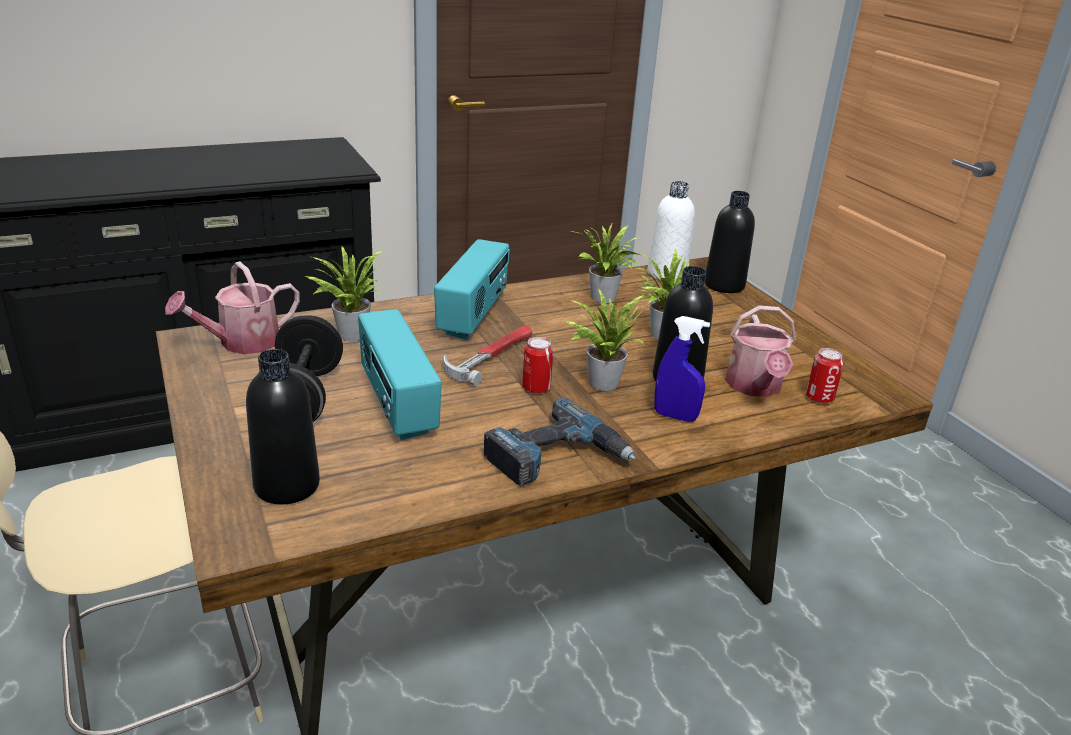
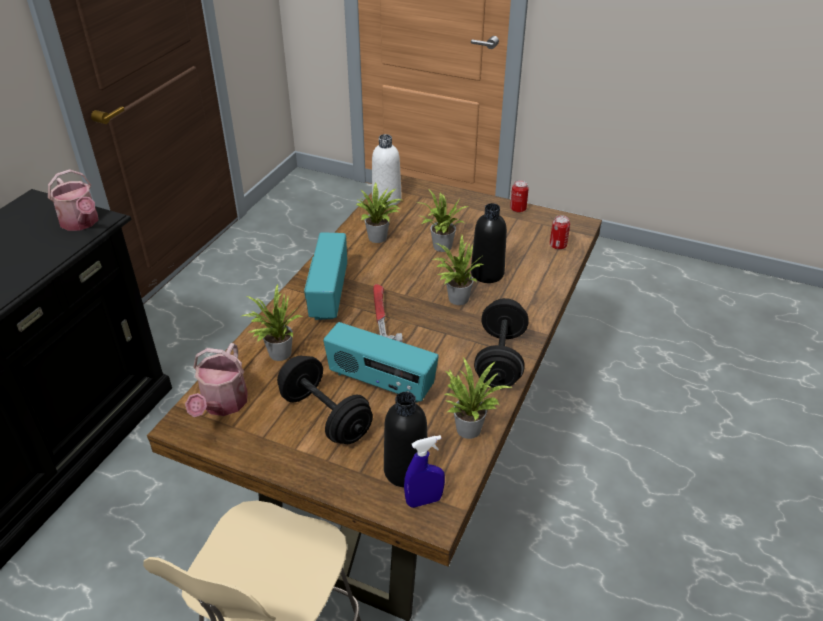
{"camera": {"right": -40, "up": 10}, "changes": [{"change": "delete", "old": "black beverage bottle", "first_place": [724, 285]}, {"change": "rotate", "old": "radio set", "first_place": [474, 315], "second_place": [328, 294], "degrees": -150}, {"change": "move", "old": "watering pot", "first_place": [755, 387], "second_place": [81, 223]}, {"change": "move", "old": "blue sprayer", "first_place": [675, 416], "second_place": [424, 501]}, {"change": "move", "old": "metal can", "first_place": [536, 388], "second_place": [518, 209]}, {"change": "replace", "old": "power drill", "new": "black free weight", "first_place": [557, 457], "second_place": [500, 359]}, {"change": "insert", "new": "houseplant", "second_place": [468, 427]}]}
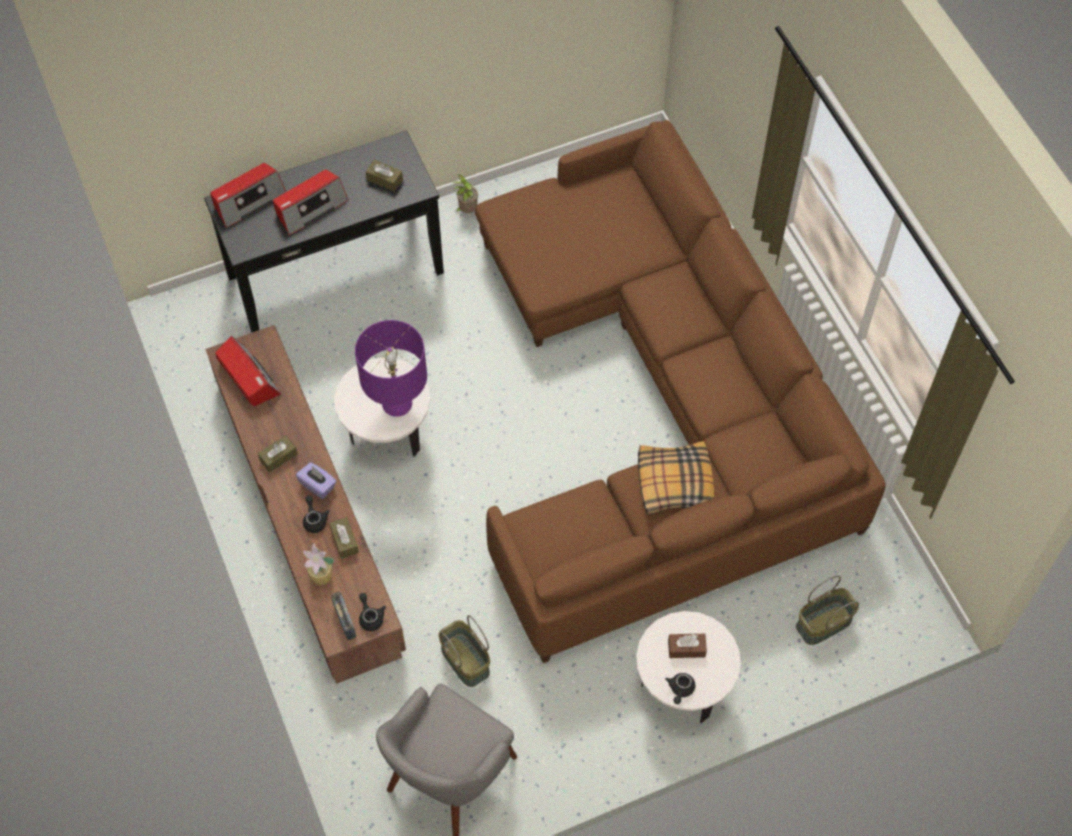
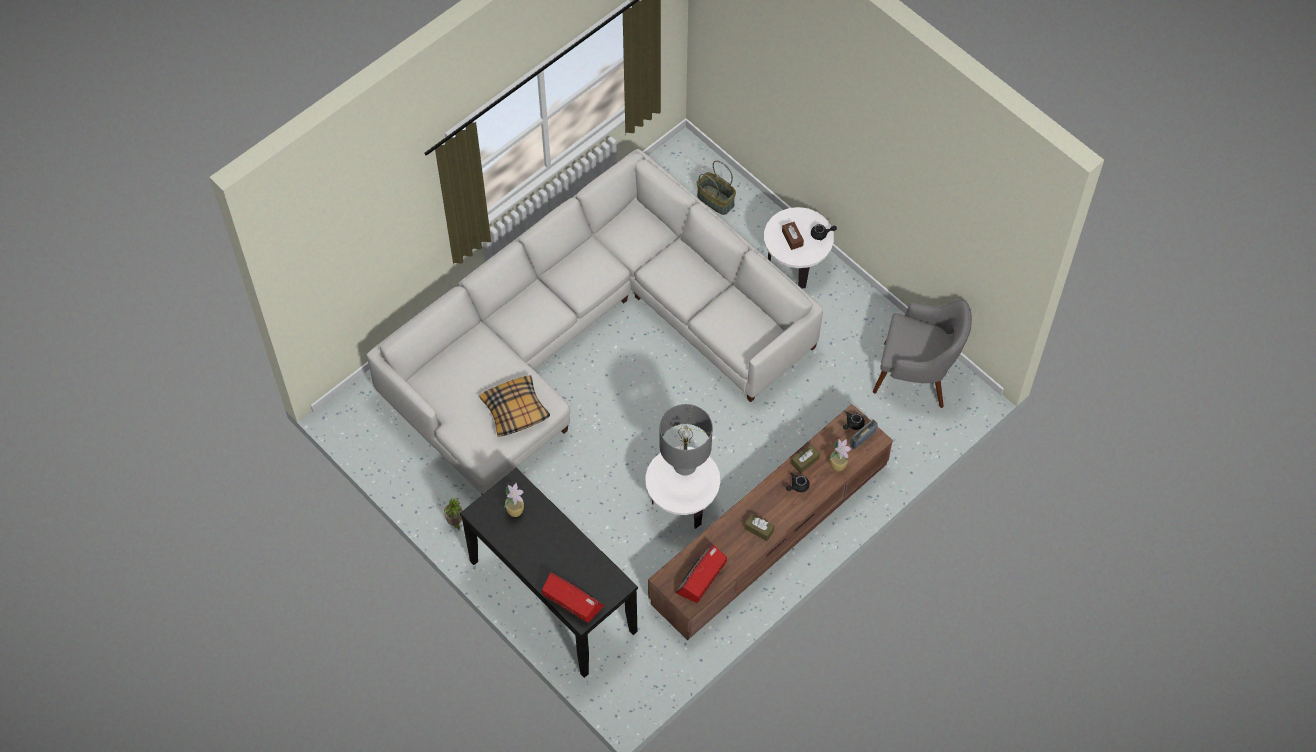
{"camera": {"right": -110, "up": 0}, "changes": [{"change": "recolor", "old": "brown sofa", "new": "white sofa", "first_place": [658, 407], "second_place": [588, 337]}, {"change": "replace", "old": "brown tissue holder", "new": "houseplant", "first_place": [384, 180], "second_place": [515, 510]}, {"change": "delete", "old": "radio set", "first_place": [310, 207]}, {"change": "recolor", "old": "purple-coloured tabletop lamp", "new": "gray tabletop lamp", "first_place": [397, 405], "second_place": [685, 466]}, {"change": "move", "old": "cushion", "first_place": [674, 483], "second_place": [515, 410]}, {"change": "delete", "old": "purple-coloured tissue holder", "first_place": [318, 485]}, {"change": "delete", "old": "basket", "first_place": [464, 660]}]}
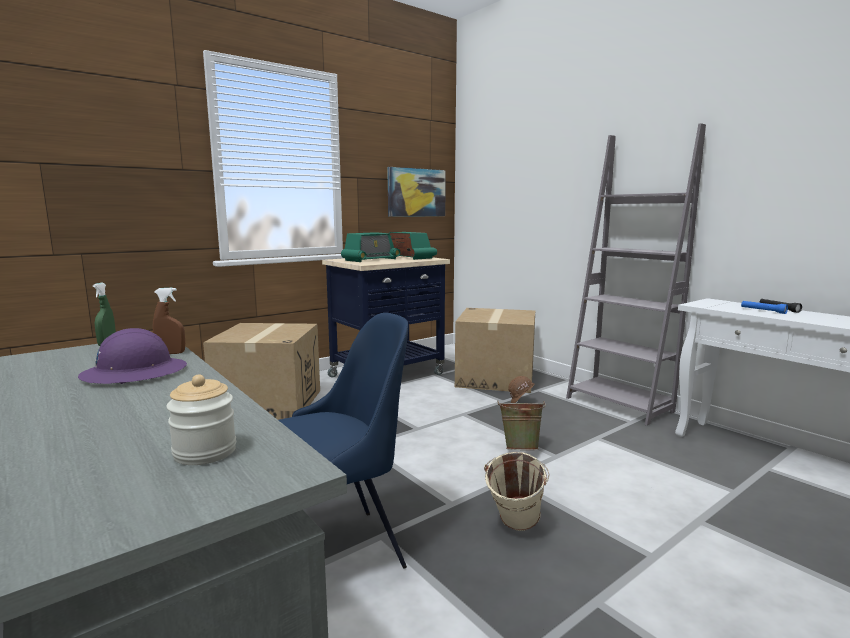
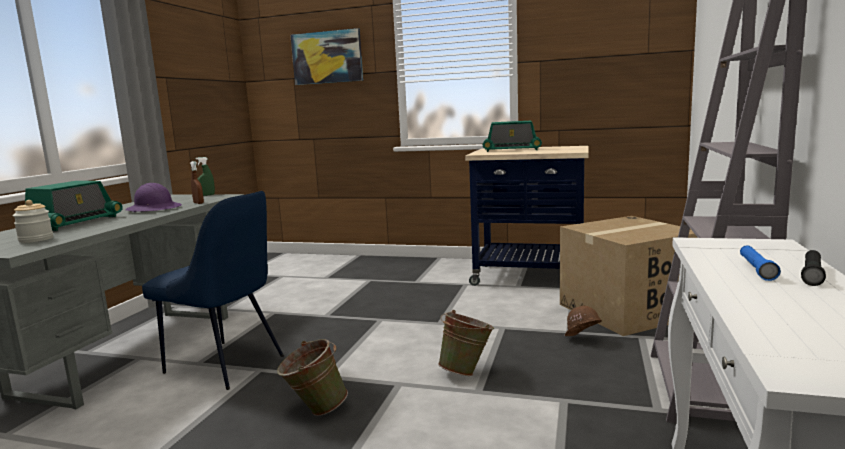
{"camera": {"right": 55, "up": 0}, "changes": [{"change": "move", "old": "wall art", "first_place": [416, 192], "second_place": [327, 57]}, {"change": "move", "old": "radio set", "first_place": [410, 257], "second_place": [74, 223]}, {"change": "delete", "old": "carton", "first_place": [269, 404]}, {"change": "recolor", "old": "beige-coloured pail", "new": "green pail", "first_place": [514, 528], "second_place": [314, 410]}]}
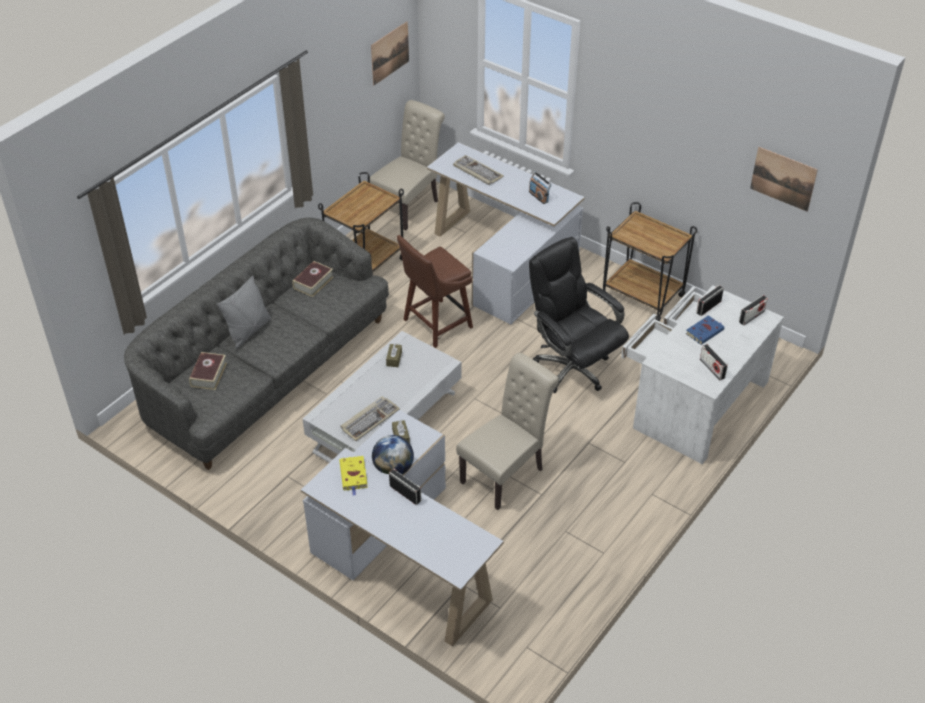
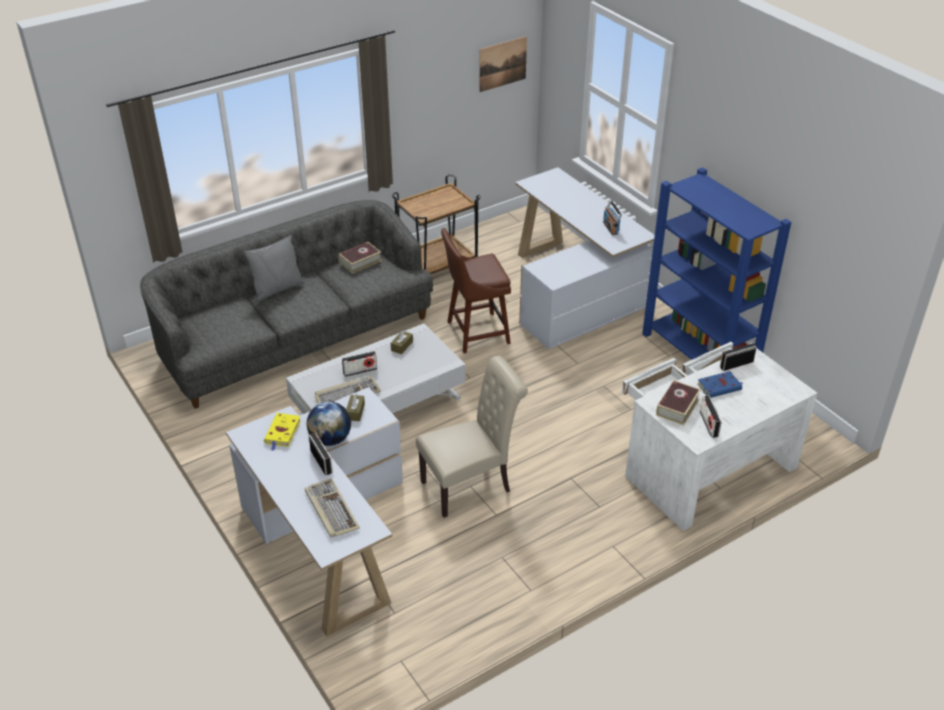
{"camera": {"right": 20, "up": -5}, "changes": [{"change": "delete", "old": "beige-coloured chair", "first_place": [409, 206]}, {"change": "delete", "old": "wall art", "first_place": [783, 178]}, {"change": "move", "old": "keyboard", "first_place": [477, 172], "second_place": [330, 510]}, {"change": "replace", "old": "brown trolley", "new": "blue bookshelf", "first_place": [642, 296], "second_place": [699, 354]}, {"change": "delete", "old": "black desk chair", "first_place": [573, 370]}, {"change": "move", "old": "radio set", "first_place": [751, 317], "second_place": [360, 371]}, {"change": "move", "old": "bound book", "first_place": [208, 375], "second_place": [677, 407]}]}
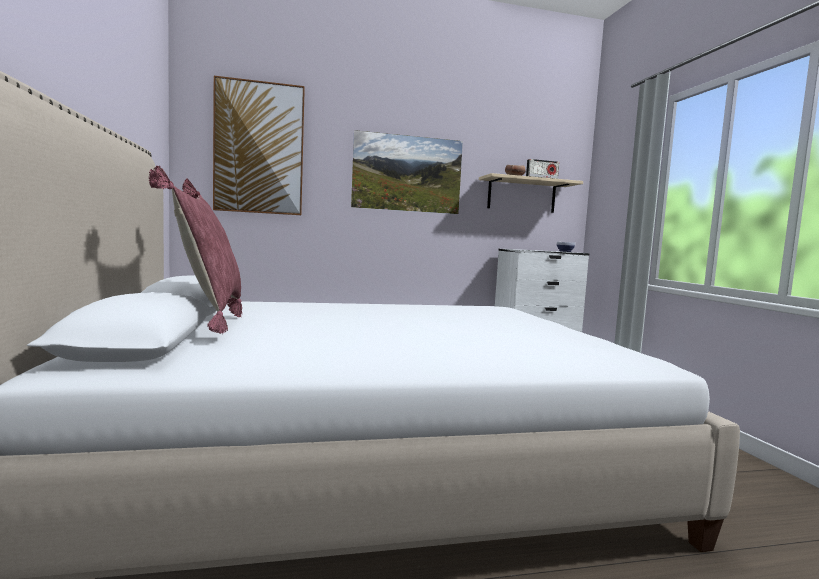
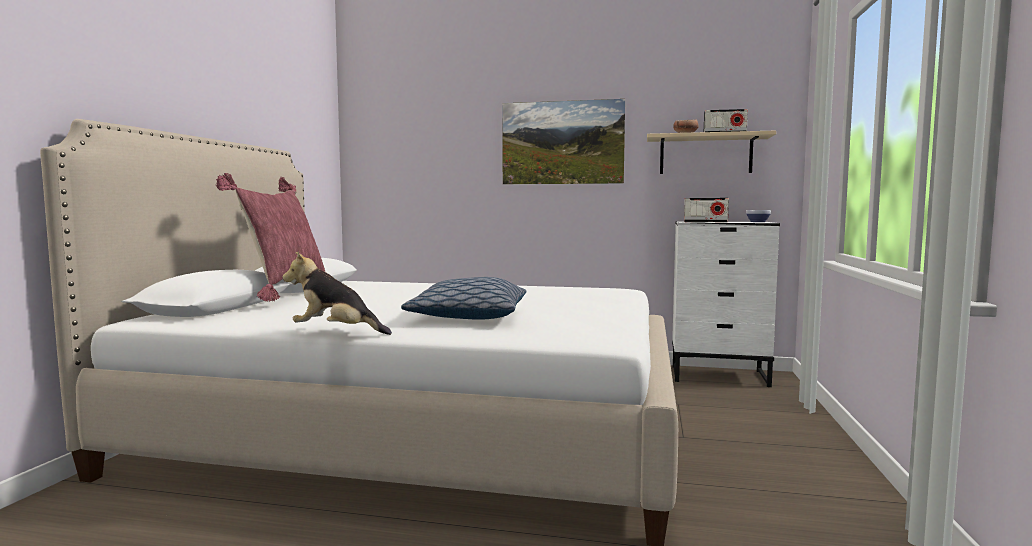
{"camera": {"right": 25, "up": 0}, "changes": [{"change": "delete", "old": "wall art", "first_place": [259, 148]}, {"change": "insert", "new": "radio set", "second_place": [705, 222]}, {"change": "insert", "new": "cuddly toy", "second_place": [336, 332]}, {"change": "insert", "new": "cushion", "second_place": [468, 316]}]}
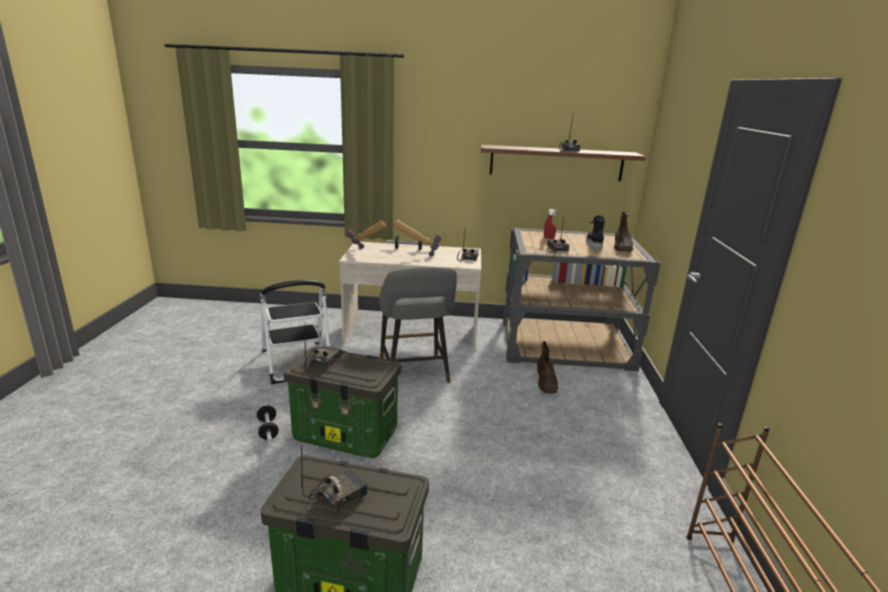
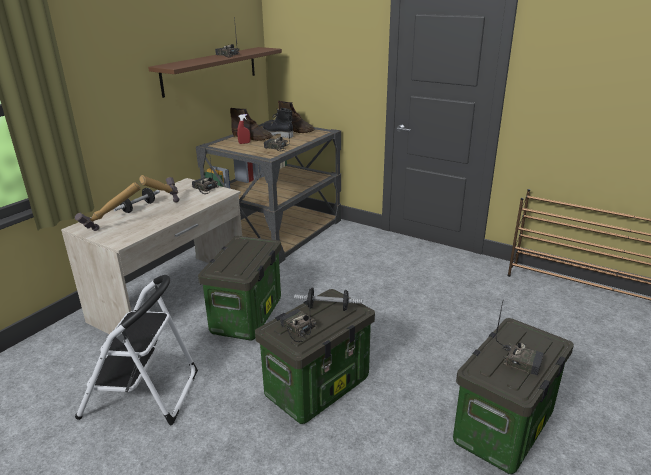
{"camera": {"right": -60, "up": 5}, "changes": [{"change": "replace", "old": "gray sitting stool", "new": "storage container", "first_place": [414, 373], "second_place": [247, 317]}, {"change": "move", "old": "brown high-top boot", "first_place": [546, 382], "second_place": [252, 137]}, {"change": "move", "old": "free weight", "first_place": [268, 430], "second_place": [328, 307]}, {"change": "rotate", "old": "radio set", "first_place": [338, 495], "second_place": [521, 361], "degrees": 135}]}
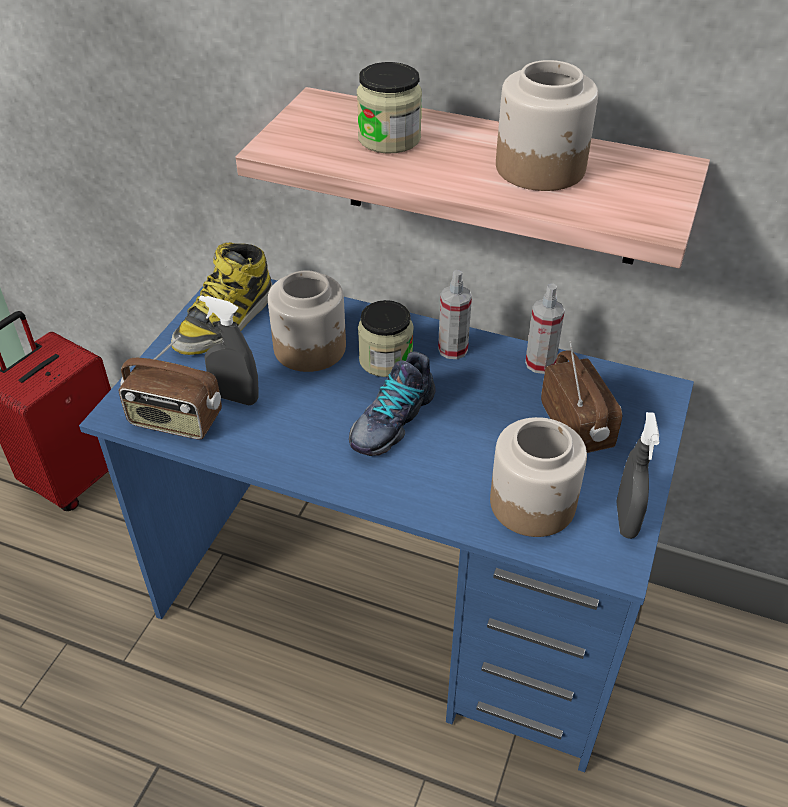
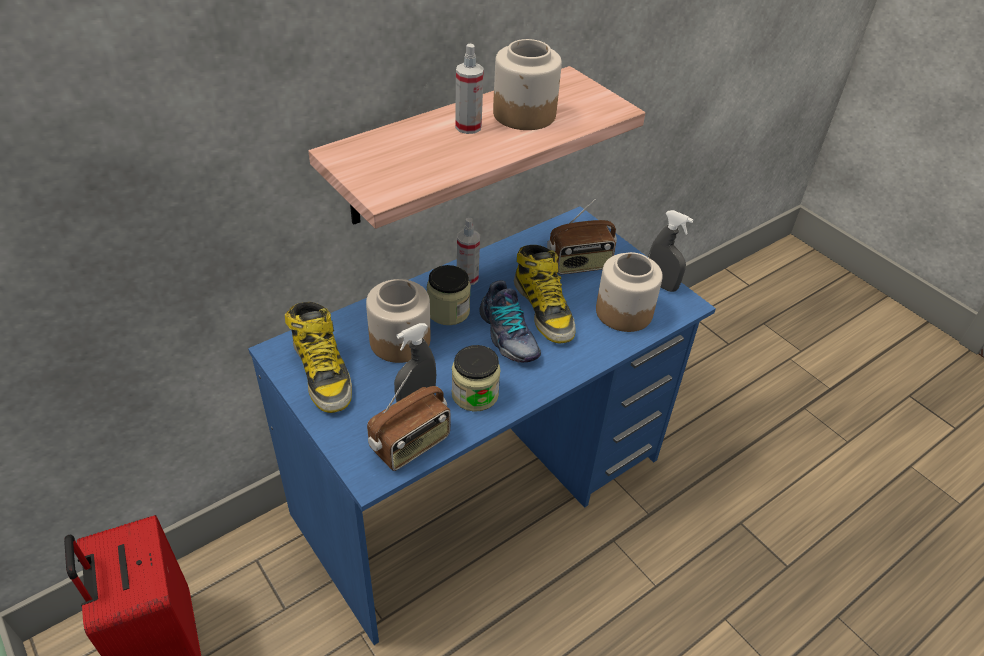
{"camera": {"right": -60, "up": 0}, "changes": [{"change": "move", "old": "storage jar", "first_place": [389, 139], "second_place": [475, 394]}, {"change": "move", "old": "sprayer", "first_place": [540, 363], "second_place": [468, 127]}, {"change": "rotate", "old": "radio set", "first_place": [577, 427], "second_place": [579, 265], "degrees": 150}, {"change": "insert", "new": "high-top boot", "second_place": [544, 309]}]}
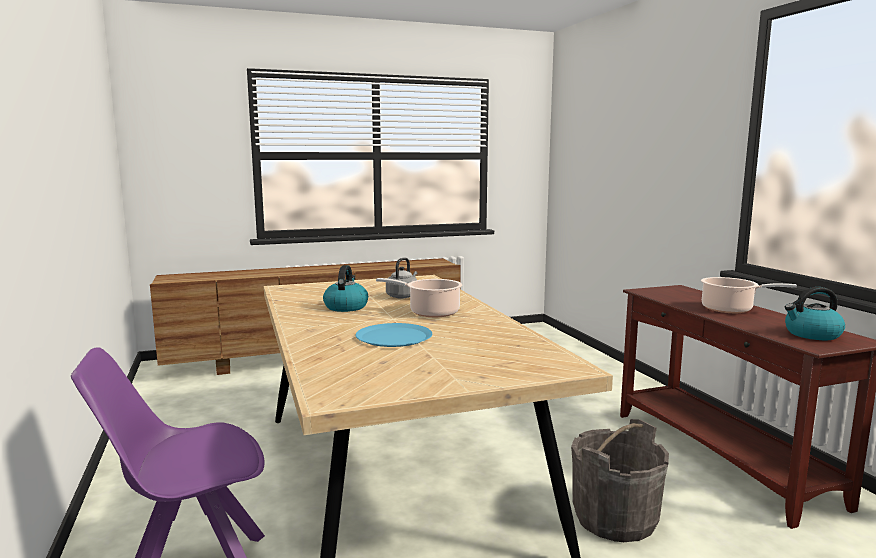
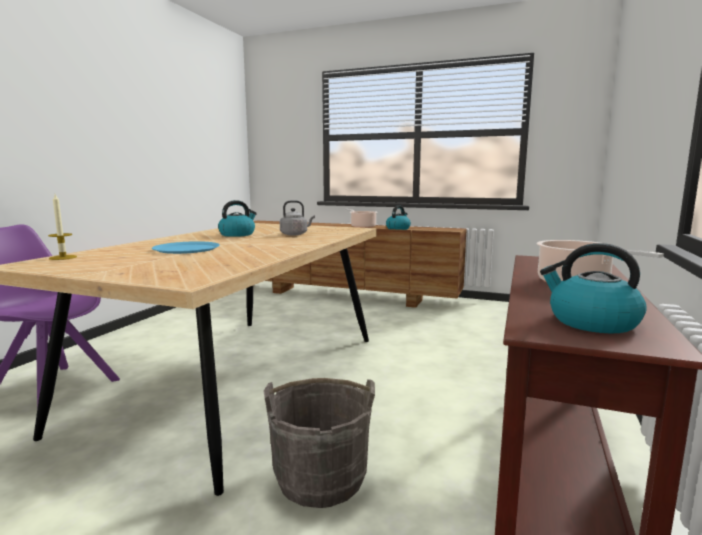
{"camera": {"right": 40, "up": 0}, "changes": [{"change": "move", "old": "cooking pot", "first_place": [430, 312], "second_place": [362, 226]}, {"change": "insert", "new": "wax candle", "second_place": [63, 257]}, {"change": "insert", "new": "water kettle", "second_place": [398, 228]}]}
